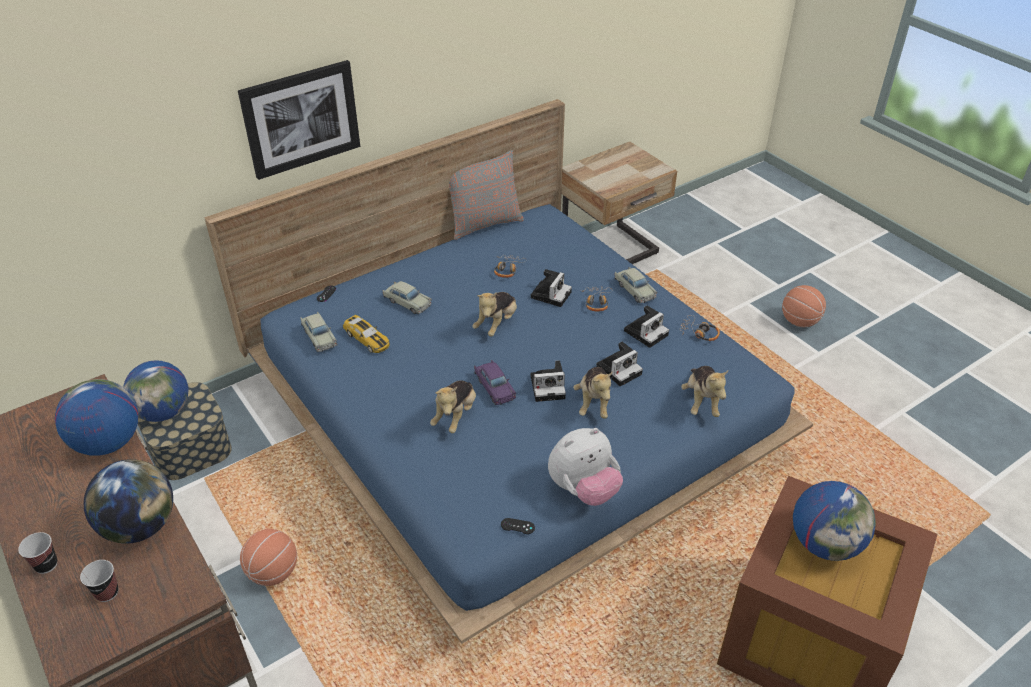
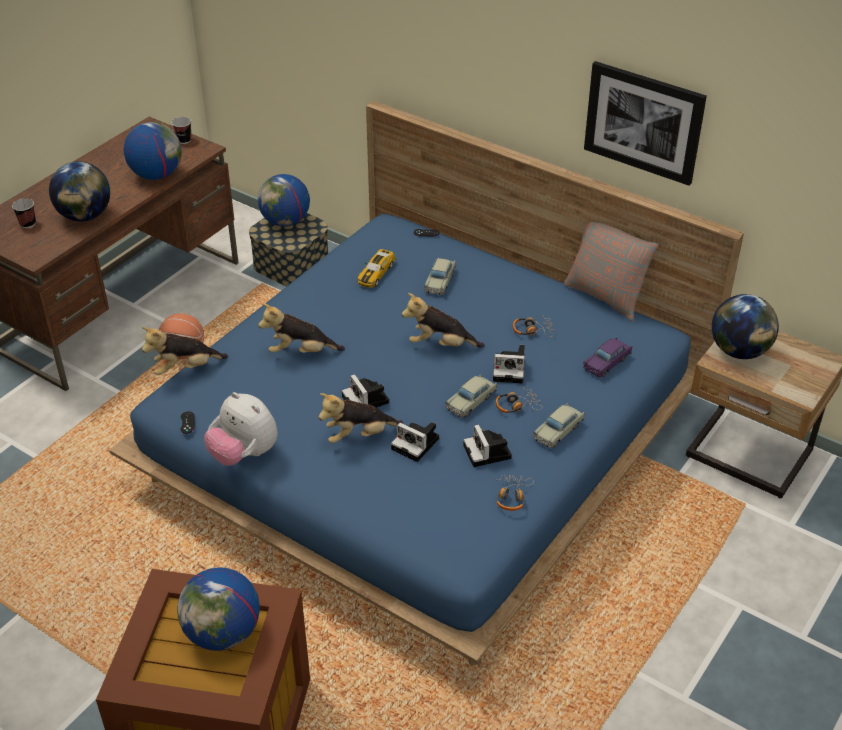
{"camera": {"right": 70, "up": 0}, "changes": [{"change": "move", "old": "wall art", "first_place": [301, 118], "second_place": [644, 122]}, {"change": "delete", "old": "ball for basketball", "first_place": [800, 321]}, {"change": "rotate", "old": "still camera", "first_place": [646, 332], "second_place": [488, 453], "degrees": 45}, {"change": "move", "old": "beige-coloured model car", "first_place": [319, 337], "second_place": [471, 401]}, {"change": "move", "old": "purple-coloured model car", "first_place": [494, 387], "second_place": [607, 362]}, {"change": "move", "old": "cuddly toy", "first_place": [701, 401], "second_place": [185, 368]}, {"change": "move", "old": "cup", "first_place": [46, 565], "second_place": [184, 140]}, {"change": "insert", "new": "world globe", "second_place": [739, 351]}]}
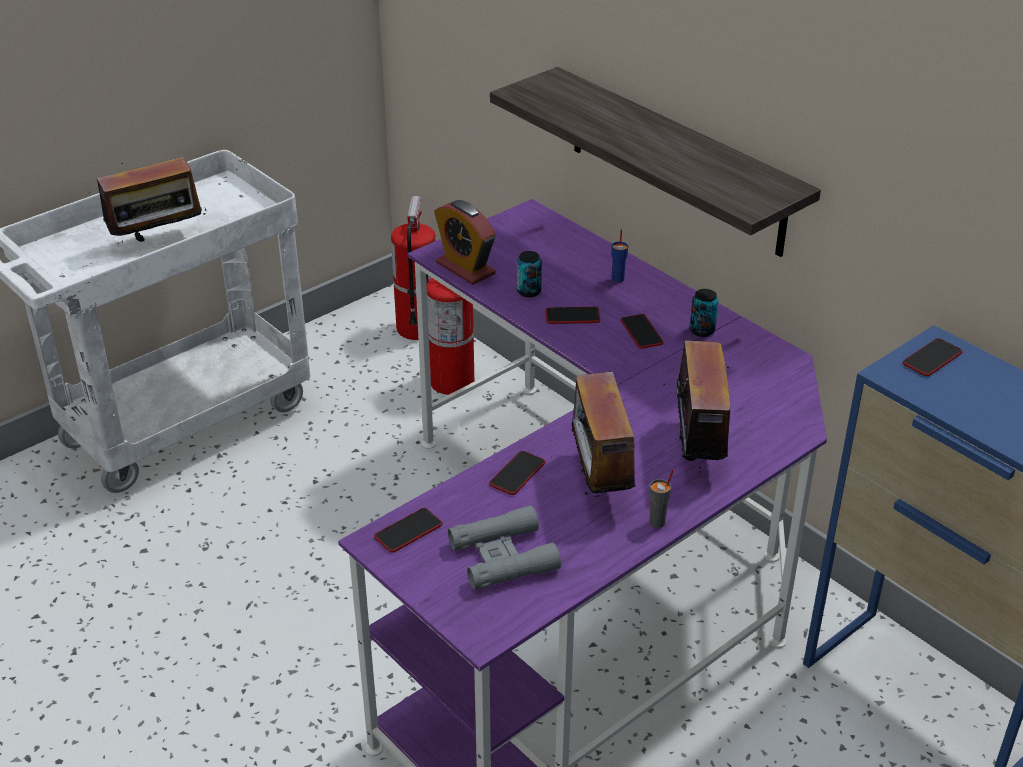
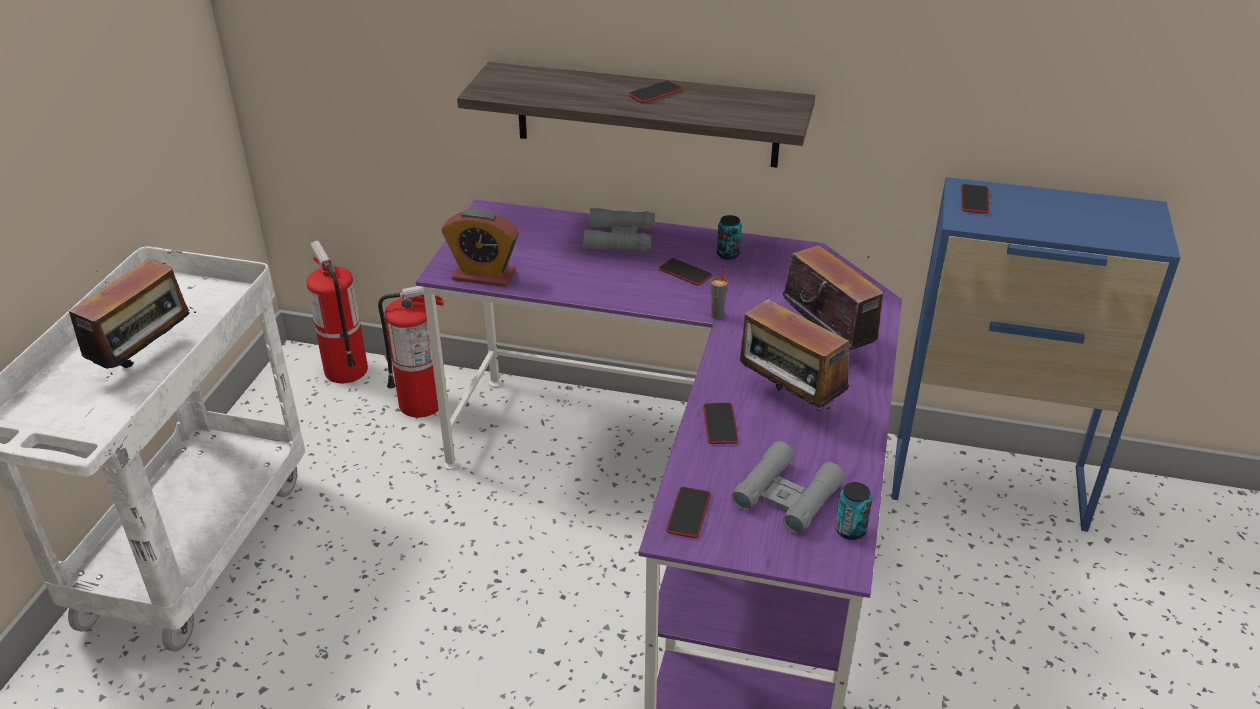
{"camera": {"right": -35, "up": 0}, "changes": [{"change": "replace", "old": "blue cup", "new": "gray field glasses", "first_place": [618, 279], "second_place": [619, 238]}, {"change": "move", "old": "metal can", "first_place": [529, 291], "second_place": [850, 530]}, {"change": "move", "old": "phone", "first_place": [572, 316], "second_place": [655, 93]}, {"change": "move", "old": "gray cup", "first_place": [658, 523], "second_place": [717, 315]}]}
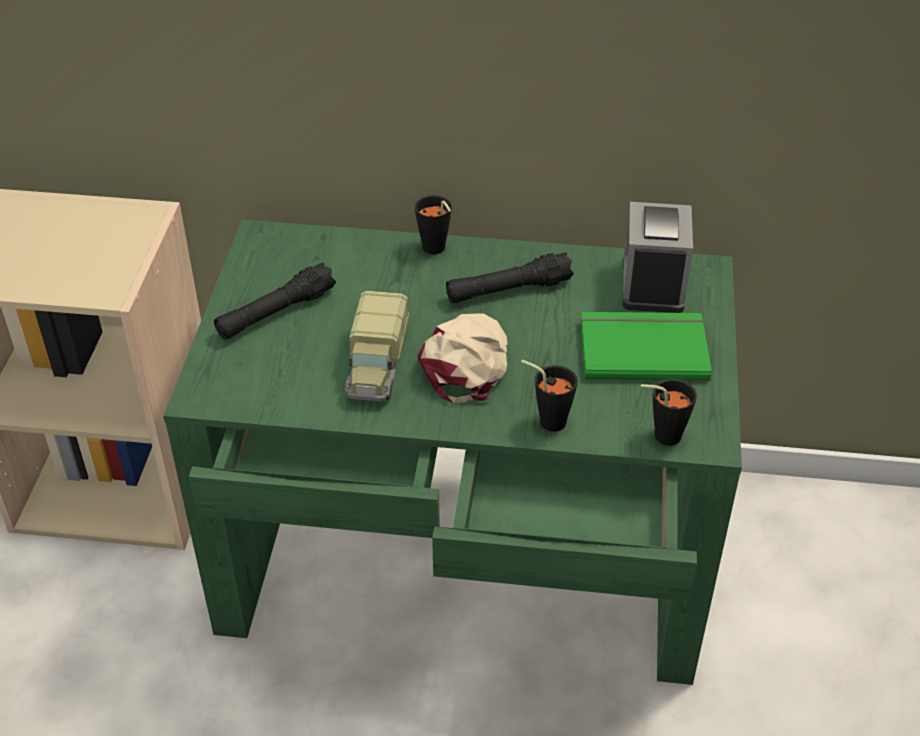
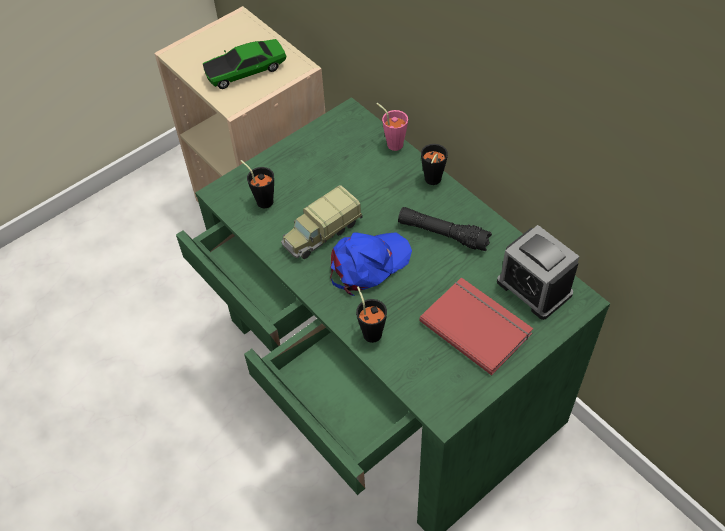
{"camera": {"right": 45, "up": 10}, "changes": [{"change": "rotate", "old": "bedside clock", "first_place": [652, 284], "second_place": [534, 288], "degrees": -90}, {"change": "delete", "old": "black torch", "first_place": [276, 313]}, {"change": "recolor", "old": "green bound book", "new": "reddish bound book", "first_place": [642, 348], "second_place": [477, 325]}, {"change": "recolor", "old": "beige-coloured peaked cap", "new": "blue peaked cap", "first_place": [466, 362], "second_place": [368, 264]}, {"change": "move", "old": "black cup", "first_place": [661, 435], "second_place": [262, 199]}, {"change": "insert", "new": "model car", "second_place": [246, 71]}, {"change": "insert", "new": "pink cup", "second_place": [392, 142]}]}
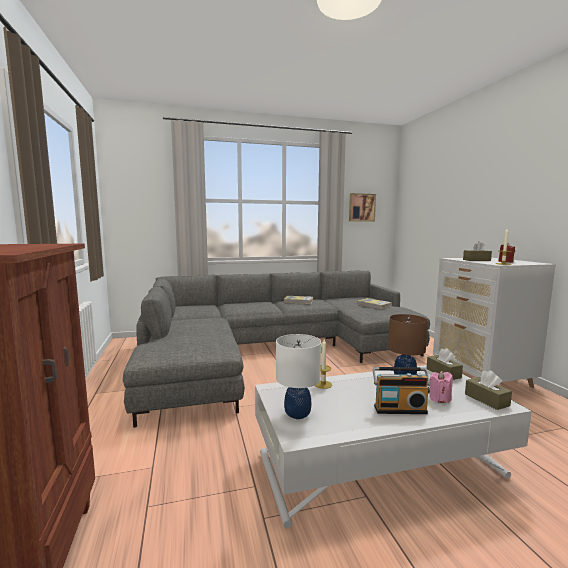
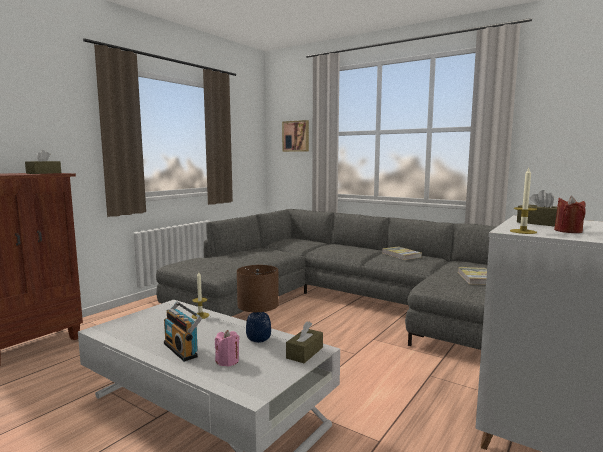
{"camera": {"right": 50, "up": 0}, "changes": [{"change": "move", "old": "wall art", "first_place": [361, 207], "second_place": [296, 136]}, {"change": "delete", "old": "white tabletop lamp", "first_place": [299, 415]}, {"change": "move", "old": "brown tissue holder", "first_place": [486, 400], "second_place": [44, 173]}]}
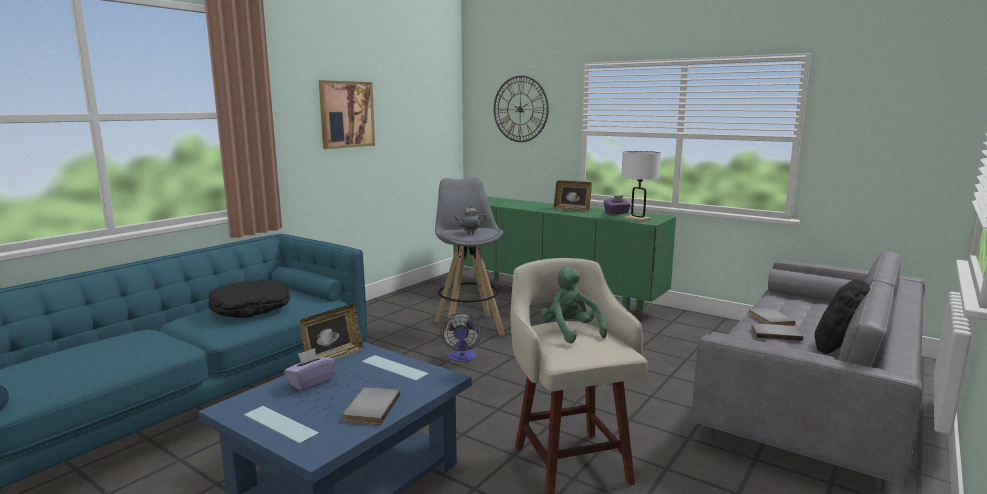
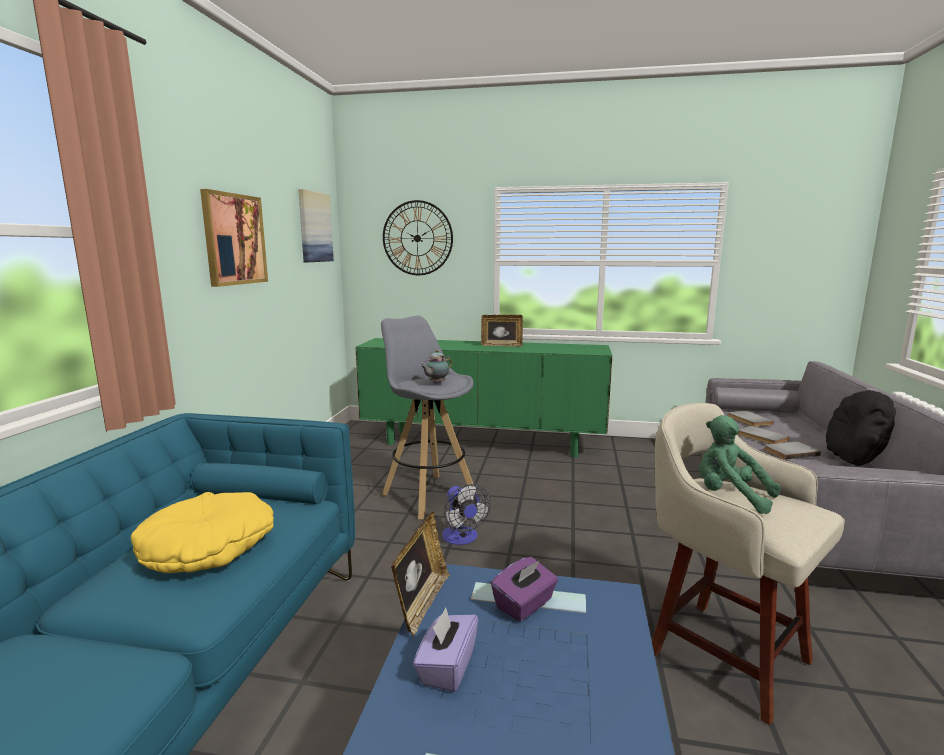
{"camera": {"right": -25, "up": 0}, "changes": [{"change": "delete", "old": "white tabletop lamp", "first_place": [637, 219]}, {"change": "move", "old": "purple-coloured tissue holder", "first_place": [616, 213], "second_place": [524, 604]}, {"change": "recolor", "old": "black cushion", "new": "yellow-coloured cushion", "first_place": [250, 309], "second_place": [206, 547]}, {"change": "move", "old": "gray bound book", "first_place": [370, 408], "second_place": [748, 420]}, {"change": "insert", "new": "wall art", "second_place": [314, 227]}]}
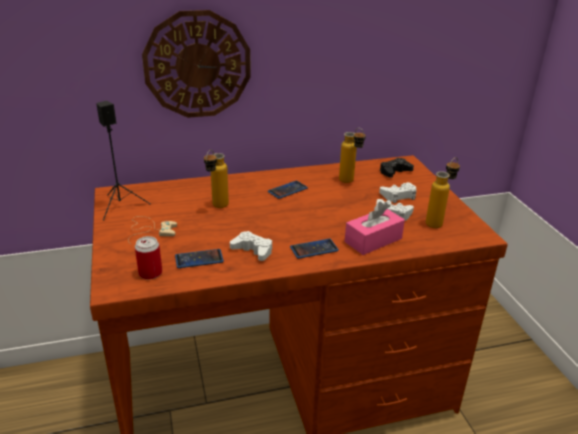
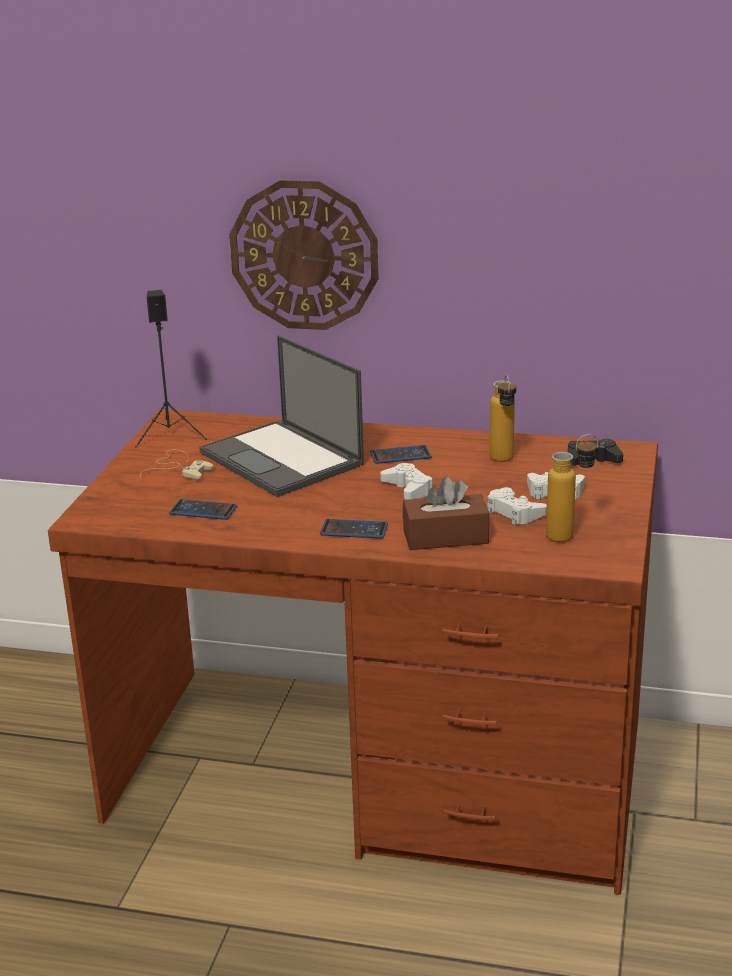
{"camera": {"right": 30, "up": -5}, "changes": [{"change": "replace", "old": "beverage bottle", "new": "portable computer", "first_place": [217, 208], "second_place": [283, 459]}, {"change": "recolor", "old": "pink tissue holder", "new": "brown tissue holder", "first_place": [373, 240], "second_place": [445, 537]}, {"change": "move", "old": "white gamepad", "first_place": [253, 250], "second_place": [408, 488]}, {"change": "delete", "old": "metal can", "first_place": [150, 273]}]}
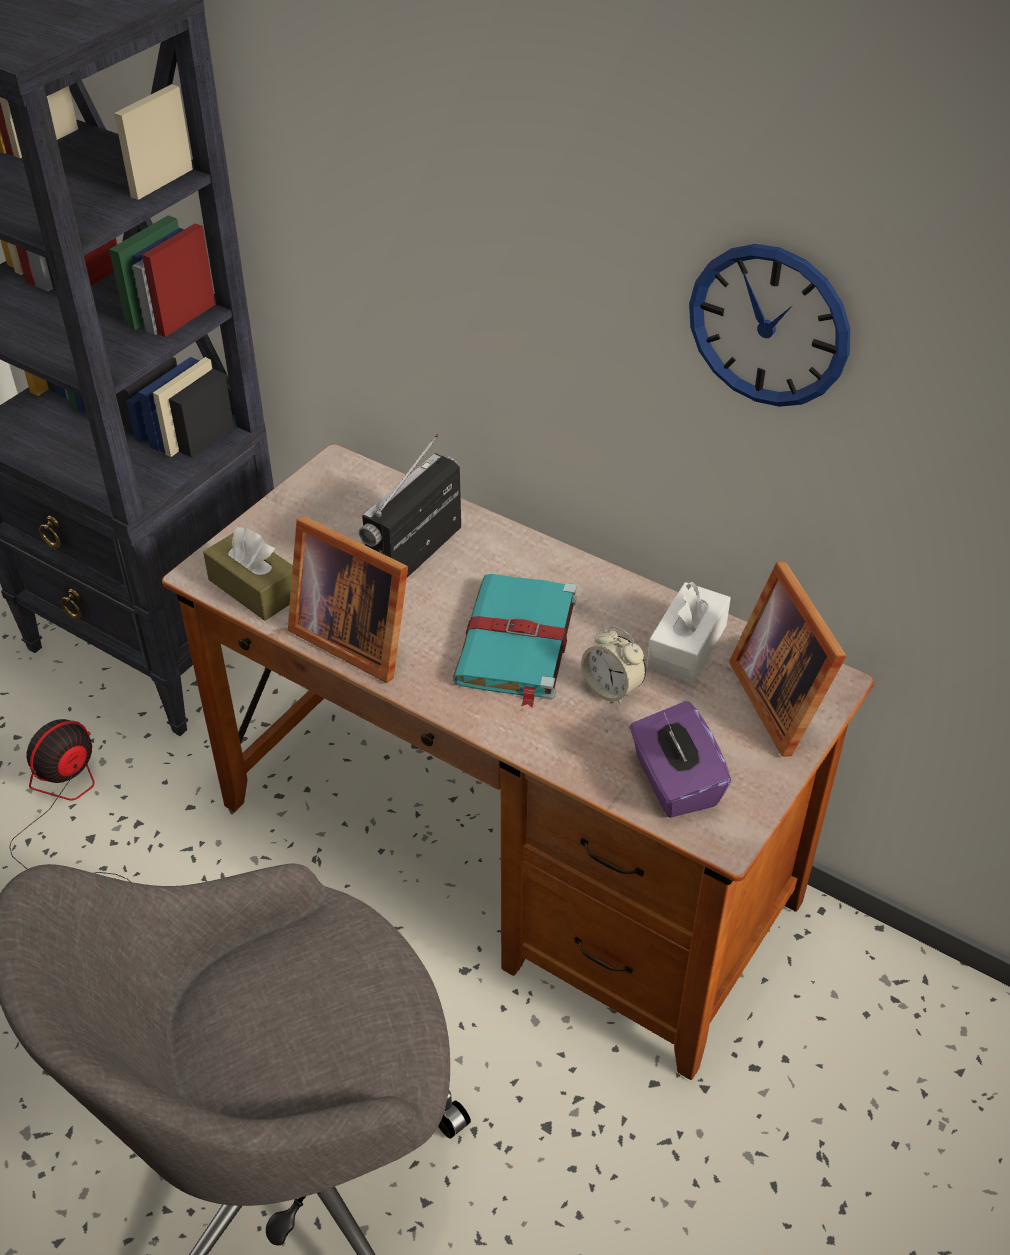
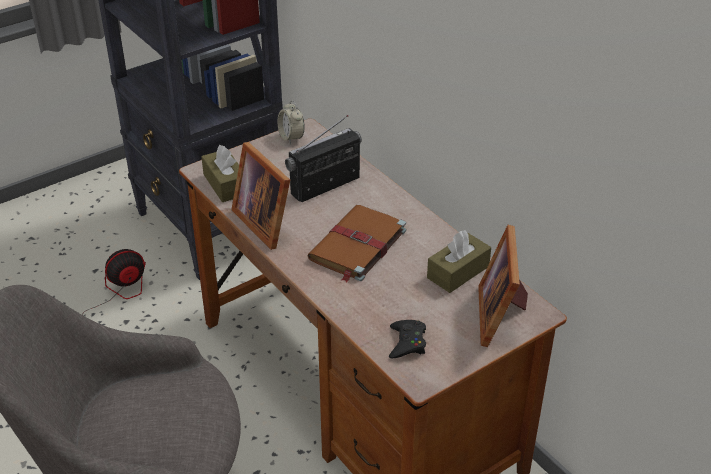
{"camera": {"right": 20, "up": -5}, "changes": [{"change": "delete", "old": "wall clock", "first_place": [769, 326]}, {"change": "recolor", "old": "turquoise-coloured bound book", "new": "brown bound book", "first_place": [516, 642], "second_place": [357, 246]}, {"change": "recolor", "old": "white tissue holder", "new": "brown tissue holder", "first_place": [687, 646], "second_place": [458, 272]}, {"change": "move", "old": "bedside clock", "first_place": [611, 689], "second_place": [291, 137]}, {"change": "replace", "old": "purple-coloured tissue holder", "new": "black gamepad", "first_place": [674, 782], "second_place": [407, 343]}]}
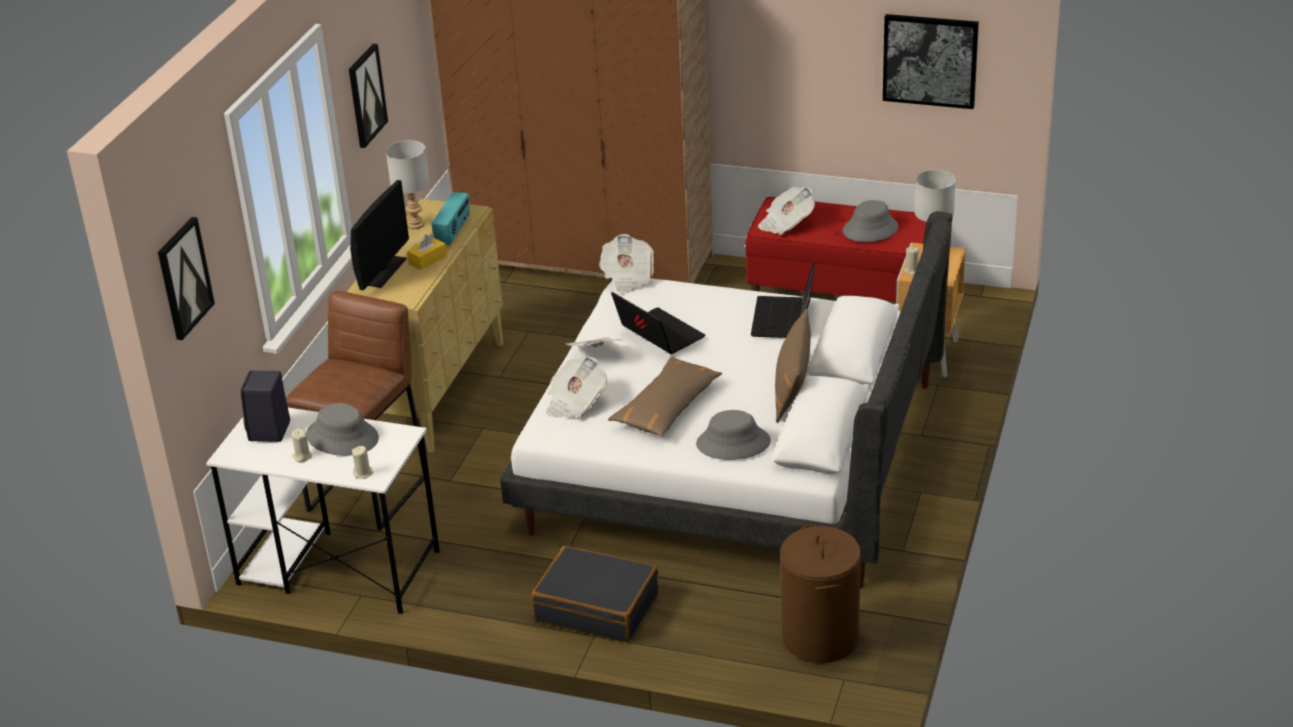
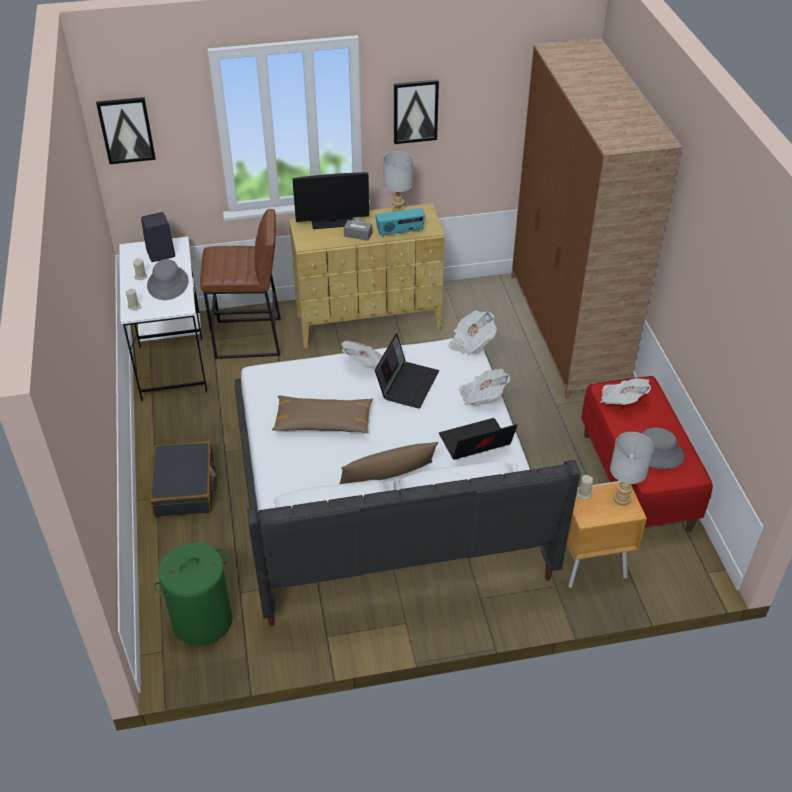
{"camera": {"right": 60, "up": 10}, "changes": [{"change": "delete", "old": "wall art", "first_place": [930, 60]}, {"change": "recolor", "old": "yellow-coloured tissue holder", "new": "gray tissue holder", "first_place": [427, 260], "second_place": [358, 235]}, {"change": "move", "old": "newspaper", "first_place": [575, 403], "second_place": [482, 396]}, {"change": "delete", "old": "gray clothing hat", "first_place": [733, 443]}, {"change": "recolor", "old": "brown hamper", "new": "green hamper", "first_place": [819, 637], "second_place": [203, 620]}]}
